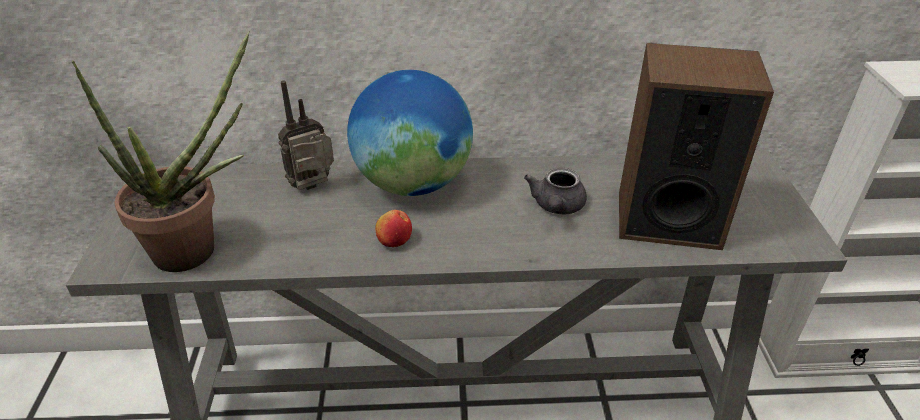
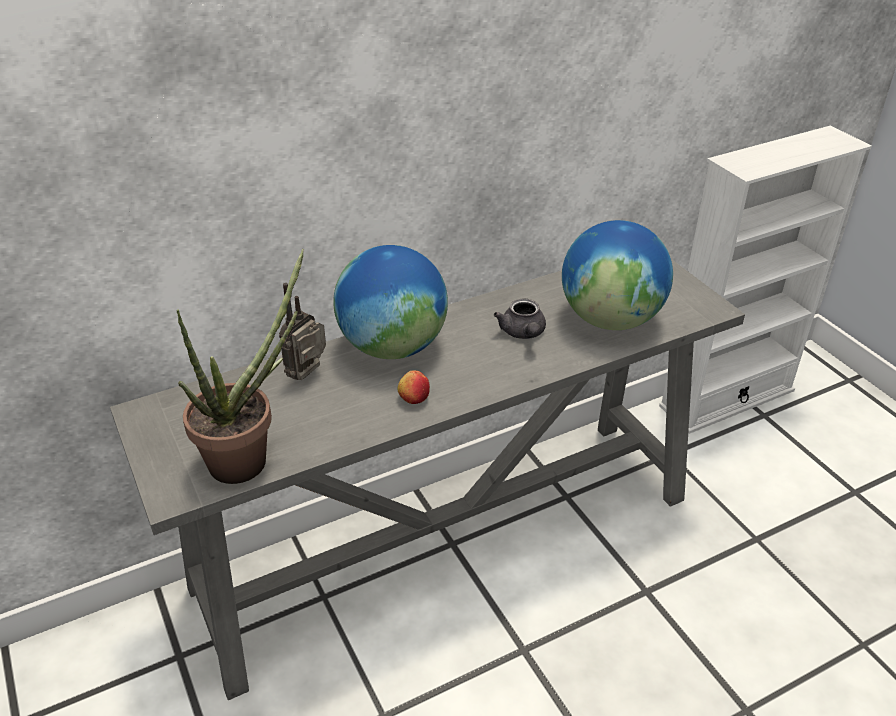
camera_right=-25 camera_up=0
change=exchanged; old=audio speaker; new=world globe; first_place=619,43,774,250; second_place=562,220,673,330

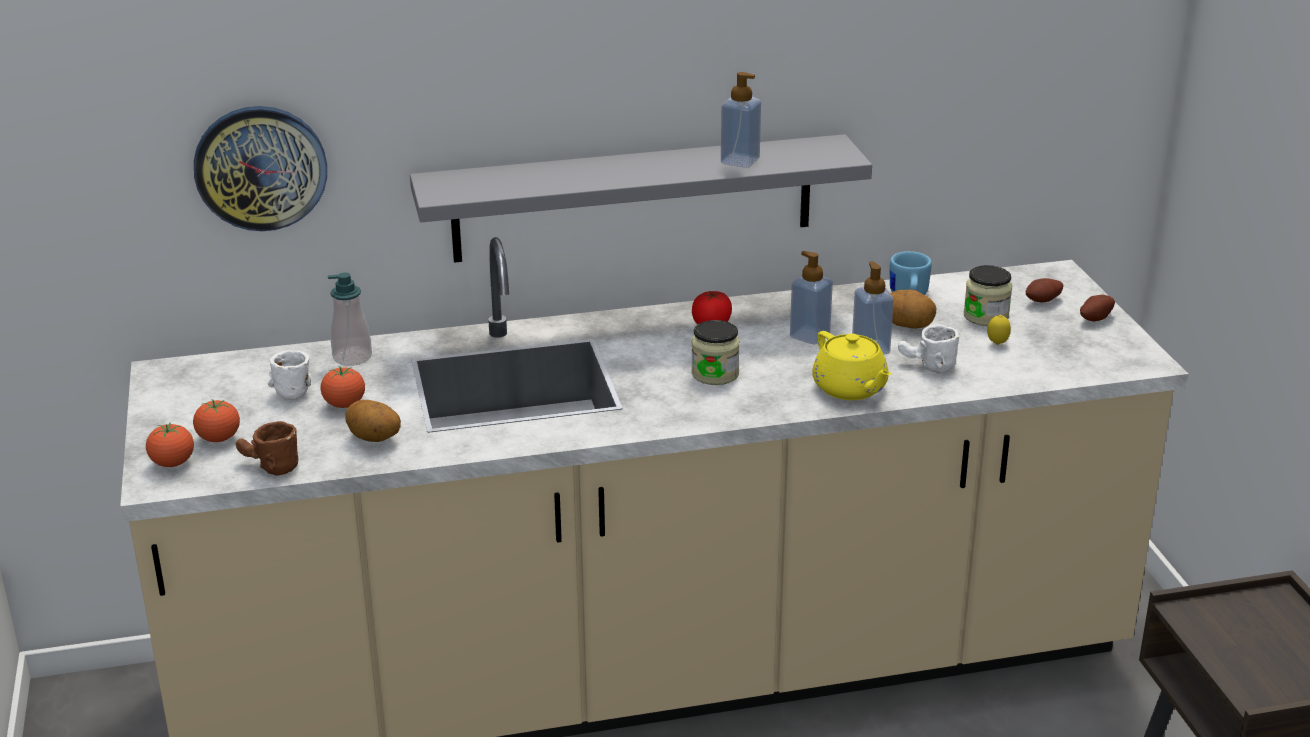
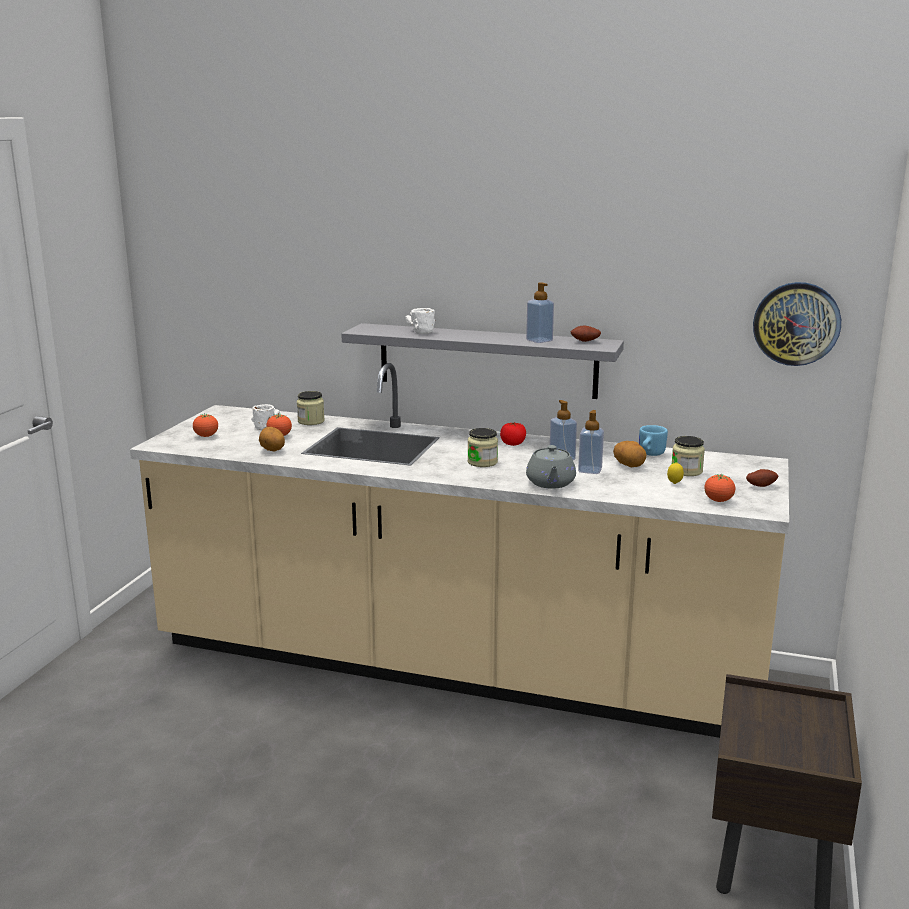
camera_right=30 camera_up=-10
change=missing; old=brown tea mug; first_place=236,421,298,476
change=relocated; old=whole tomato; first_place=146,422,194,467; second_place=704,474,735,502
change=relocated; old=clock on the wall; first_place=194,106,327,231; second_place=753,282,841,366
change=relocated; old=white-coloured tea mug; first_place=898,324,959,373; second_place=405,308,435,334
change=relocated; old=potato; first_place=1026,278,1063,303; second_place=571,326,601,342
change=exchanged; old=soap bottle; new=storage jar; first_place=327,273,372,366; second_place=297,391,325,425
change=colour; old=yellow-coloured teapot; new=gray teapot; first_place=812,331,891,400; second_place=526,445,576,489

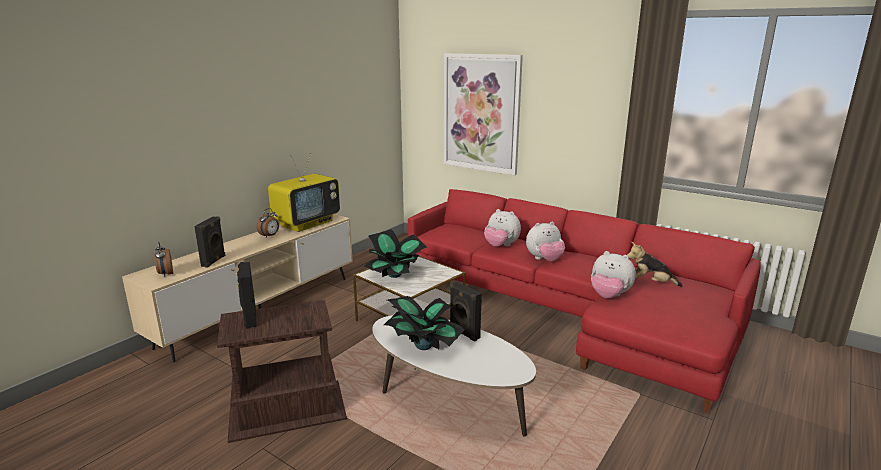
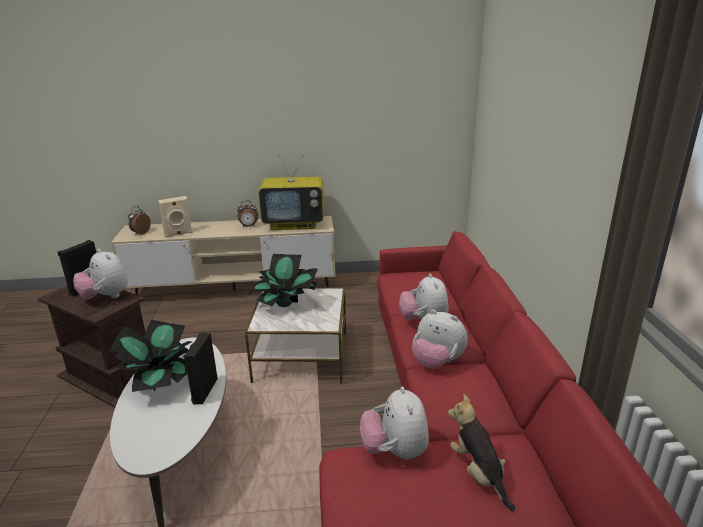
camera_right=50 camera_up=5
change=missing; old=wall art; first_place=444,53,523,175
change=appeared; new=plush toy; second_place=73,249,128,299
change=colour; old=black audio speaker; new=sand-coloured audio speaker; first_place=194,216,225,268; second_place=158,196,192,238

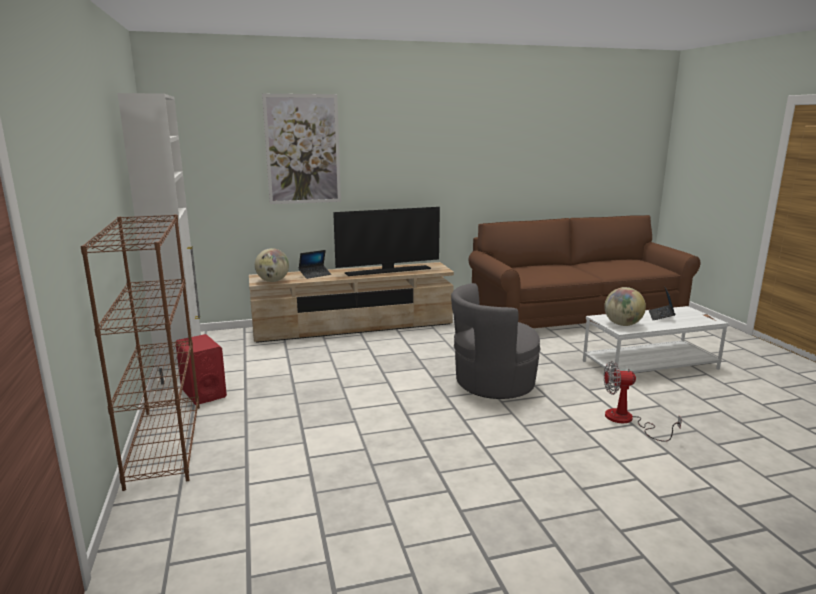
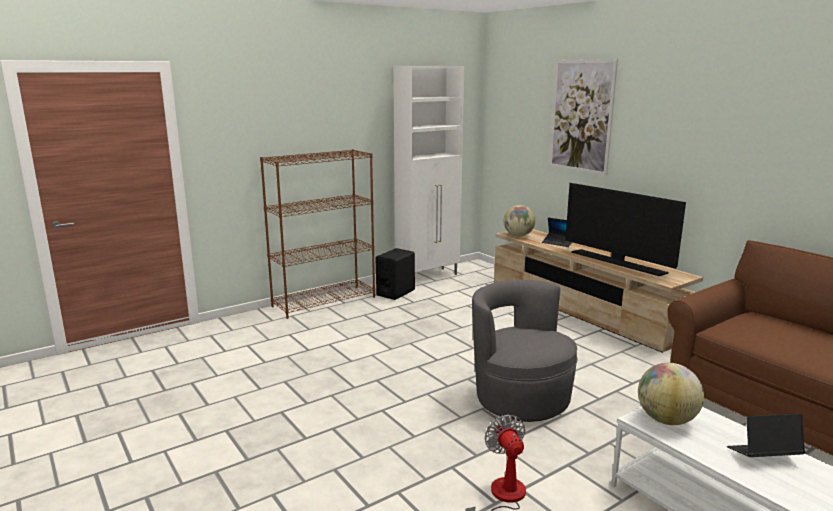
camera_right=70 camera_up=0
change=colour; old=red-coloured audio speaker; new=black audio speaker; first_place=176,334,227,405; second_place=375,248,415,300

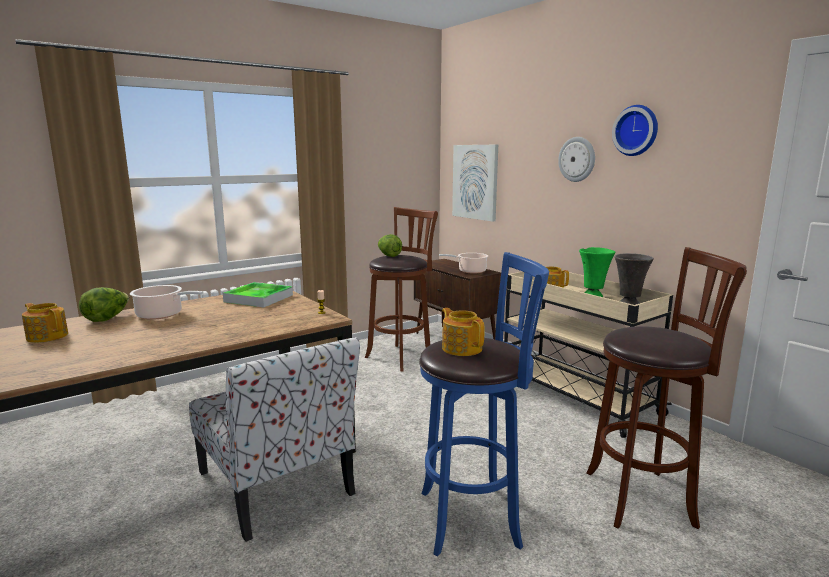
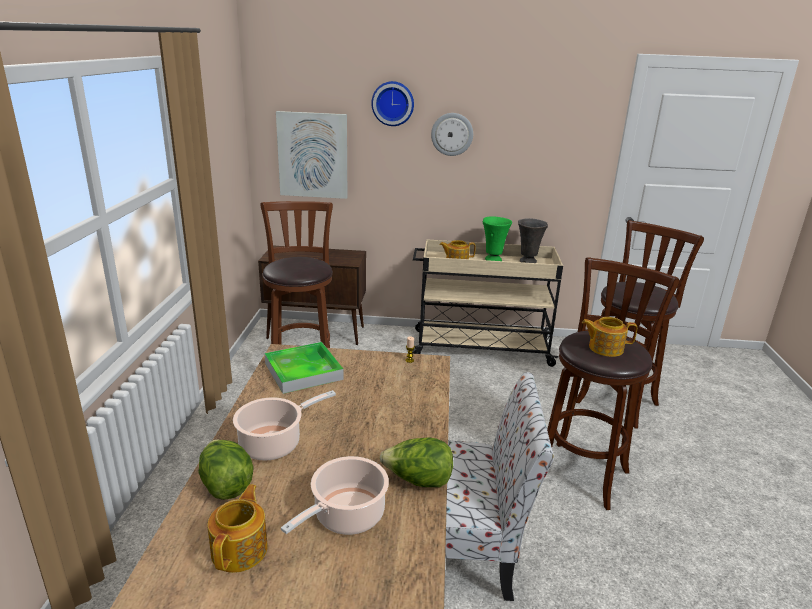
camera_right=-50 camera_up=10
change=relocated; old=lettuce; first_place=378,234,402,257; second_place=380,437,453,487
change=relocated; old=cooking pot; first_place=439,253,488,273; second_place=281,456,389,535
change=relocated; old=clock on the wall; first_place=612,105,658,156; second_place=371,81,414,126
change=colour; old=bluish sitting stool; new=brown sitting stool; first_place=419,252,549,556; second_place=547,257,680,510
change=spun; old=teapot; first_place=22,303,68,343; second_place=207,484,268,573; degrees=120

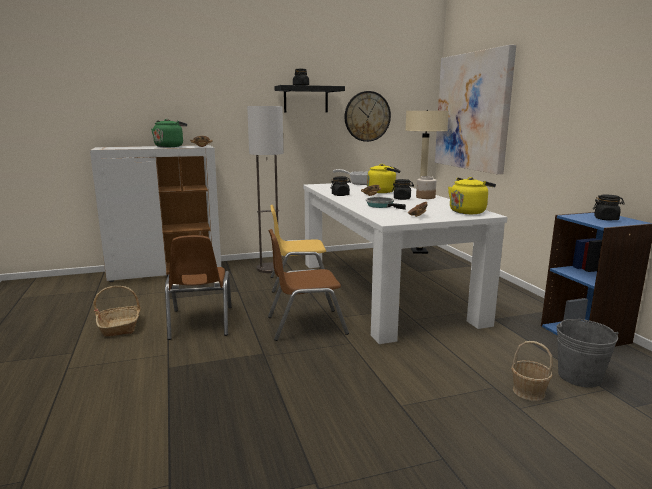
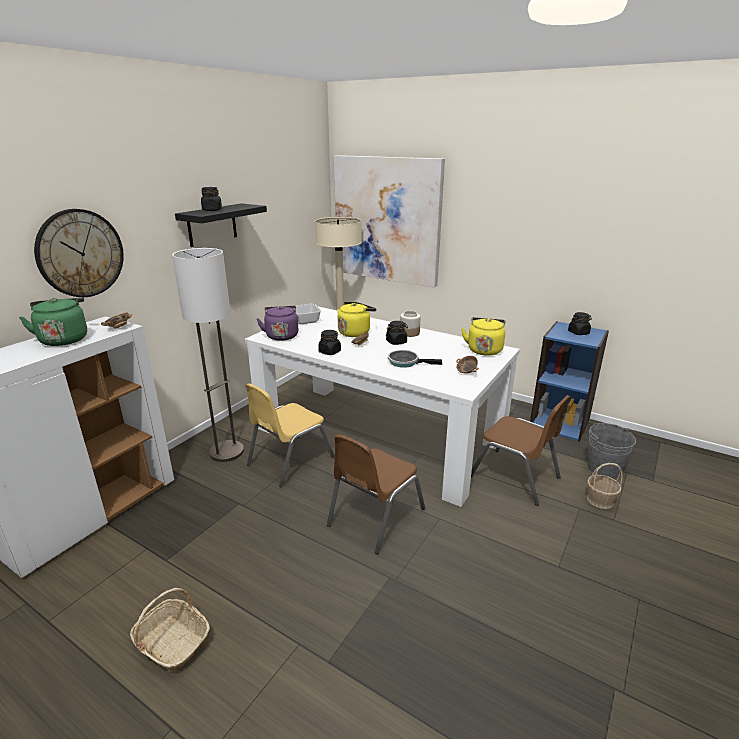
camera_right=-40 camera_up=10
change=appeared; new=purple-coloured tea kettle; second_place=257,306,298,341
change=relocated; old=brown upright chair; first_place=165,235,232,340; second_place=471,395,571,506
change=relocated; old=clock on the wall; first_place=345,91,391,142; second_place=34,209,124,297

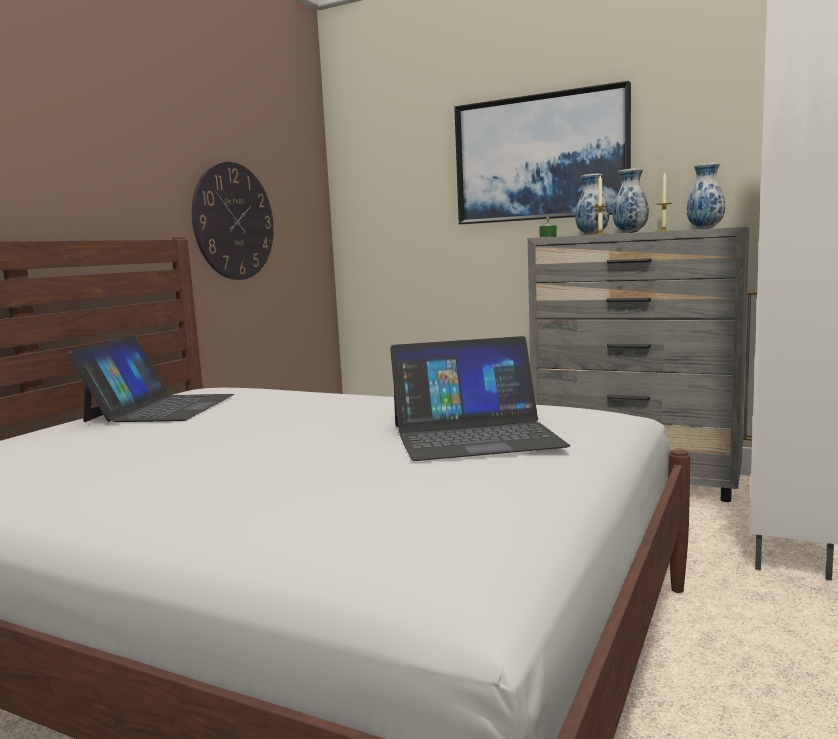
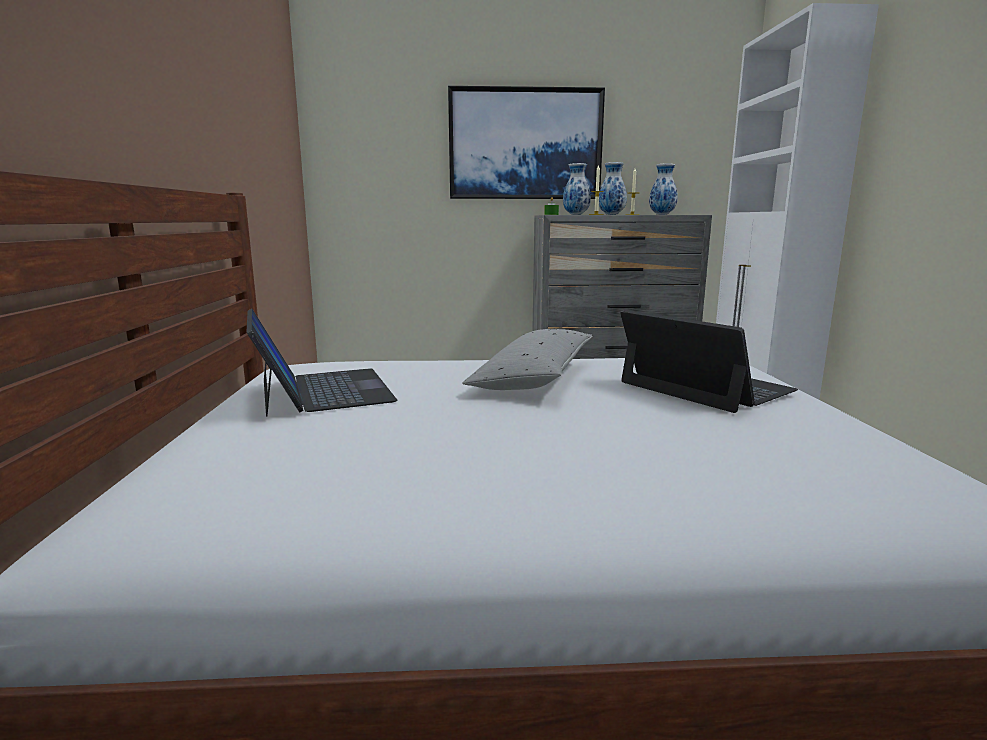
camera_right=-30 camera_up=5
change=missing; old=clock on the wall; first_place=192,162,274,280
change=appeared; new=gray pillow; second_place=463,329,592,390
change=spun; old=portable computer; first_place=390,336,570,461; second_place=620,310,798,413; degrees=-90

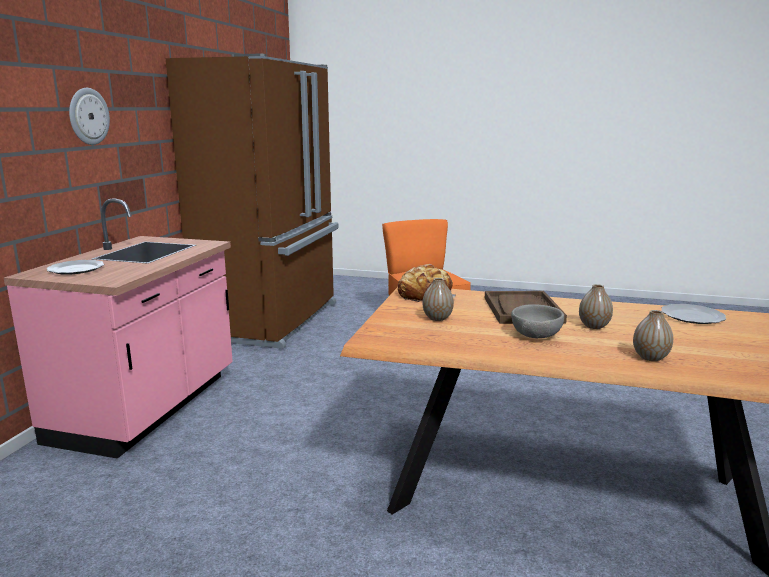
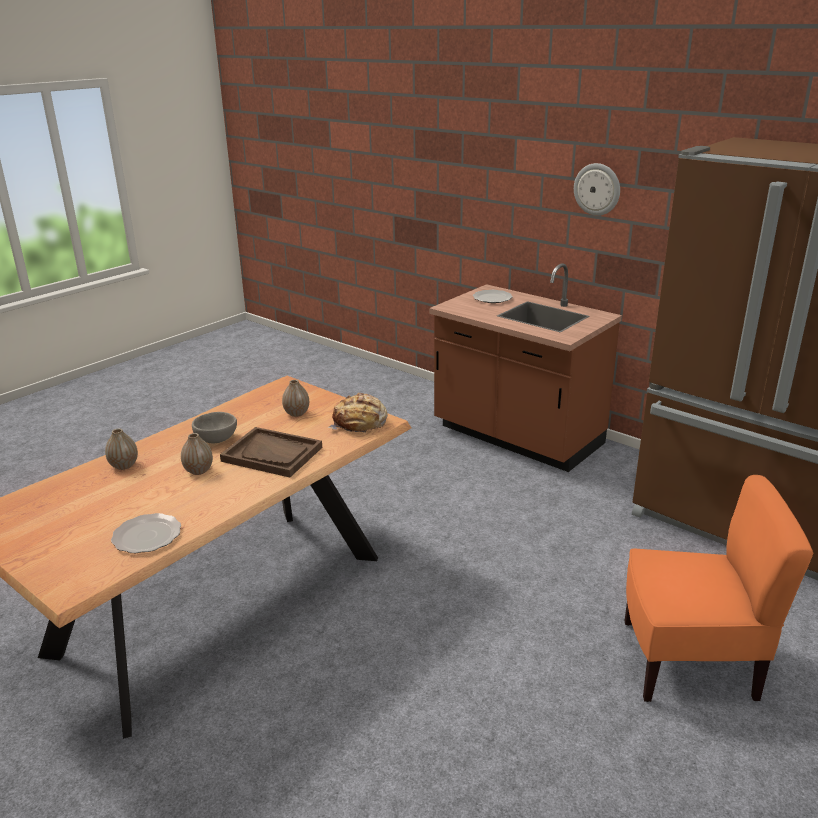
camera_right=115 camera_up=10
change=colour; old=pinkish counter; new=brown counter; first_place=4,198,233,459; second_place=429,263,622,472

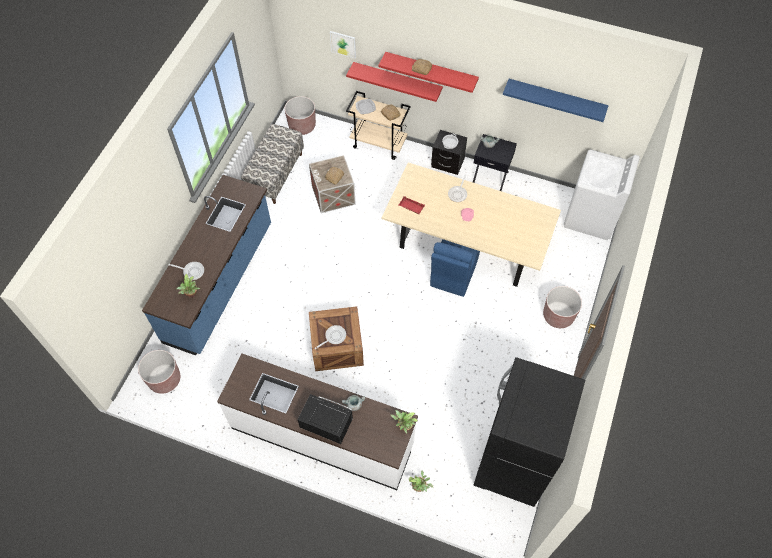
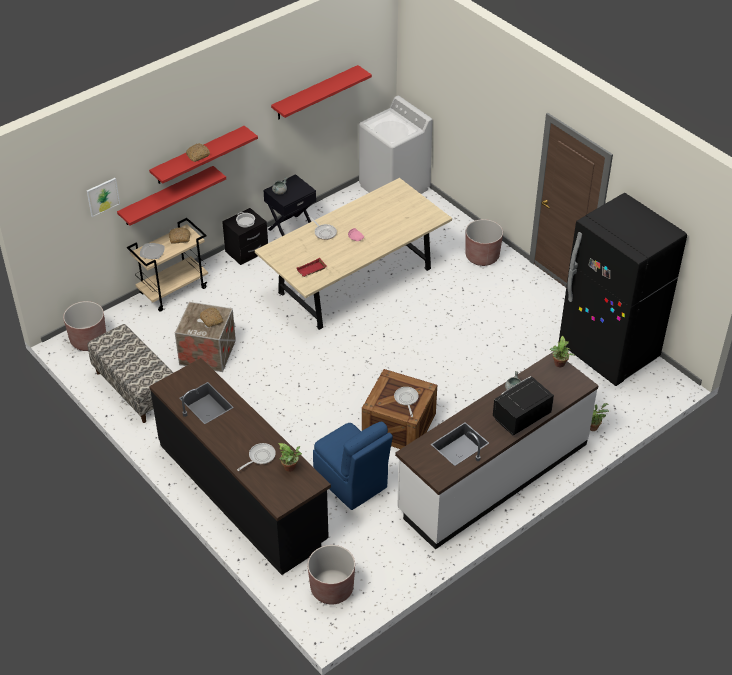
camera_right=-60 camera_up=-15
change=relocated; old=bluish upright chair; first_place=430,239,480,297; second_place=313,422,393,510
change=colour; old=bluish counter; new=black counter; first_place=142,175,271,355; second_place=149,358,331,575
change=colour; old=bluish wall shelf; new=red-coloured wall shelf; first_place=503,79,609,122; second_place=271,65,372,119

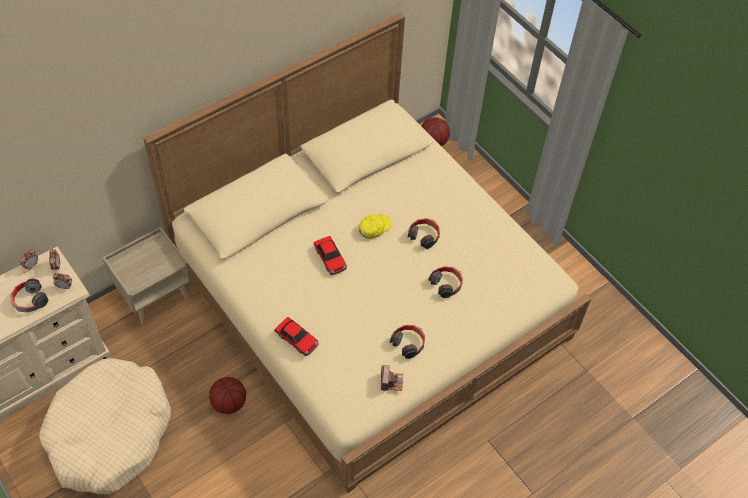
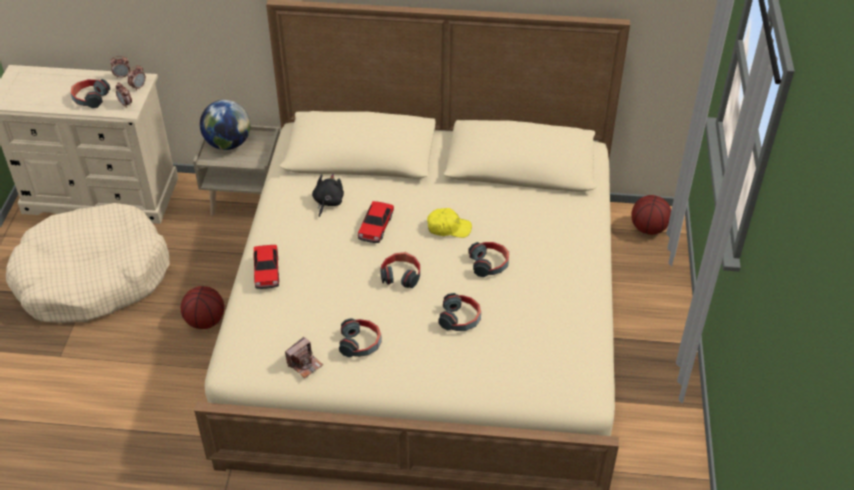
camera_right=45 camera_up=-10
change=appeared; new=world globe; second_place=200,100,251,150
change=appeared; new=black plush toy; second_place=312,174,344,217
change=appeared; new=headset; second_place=380,252,420,288

